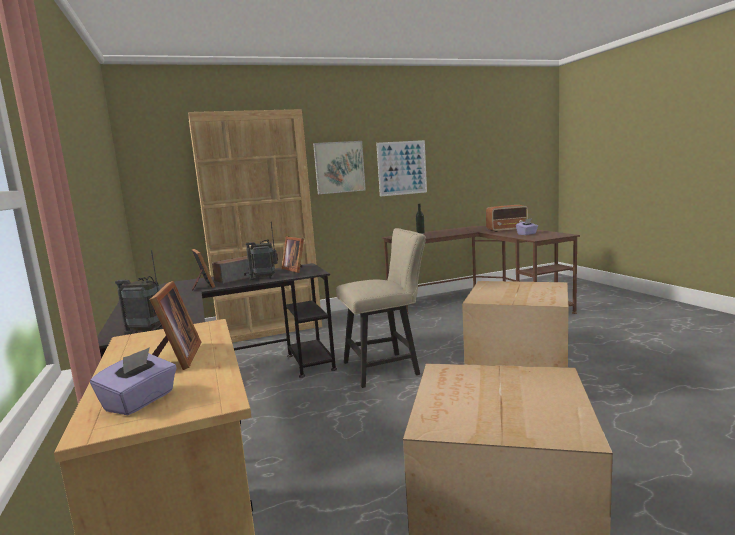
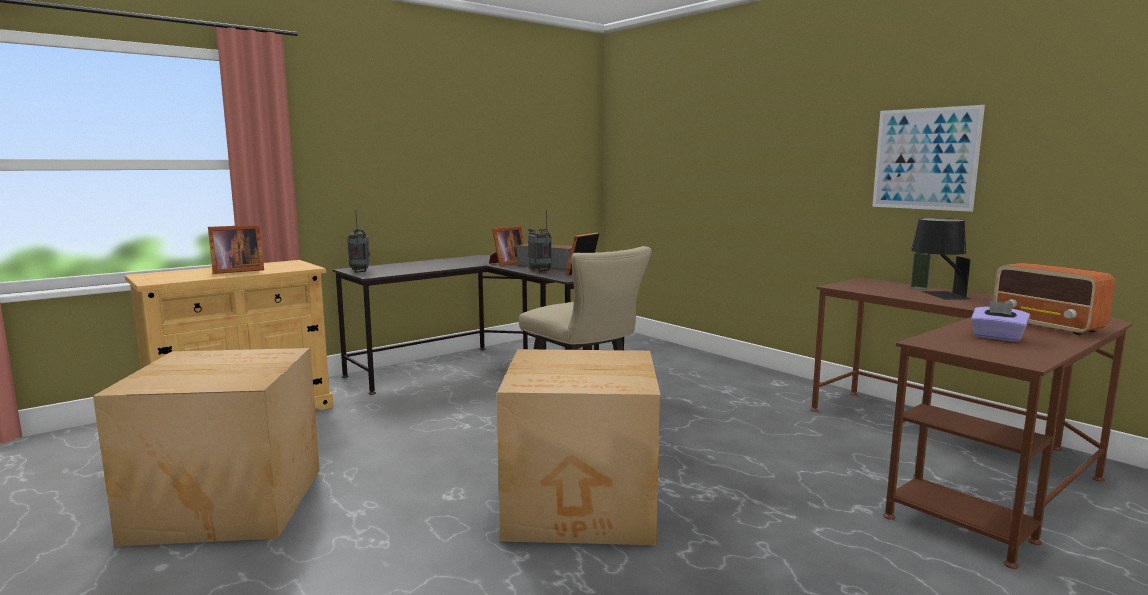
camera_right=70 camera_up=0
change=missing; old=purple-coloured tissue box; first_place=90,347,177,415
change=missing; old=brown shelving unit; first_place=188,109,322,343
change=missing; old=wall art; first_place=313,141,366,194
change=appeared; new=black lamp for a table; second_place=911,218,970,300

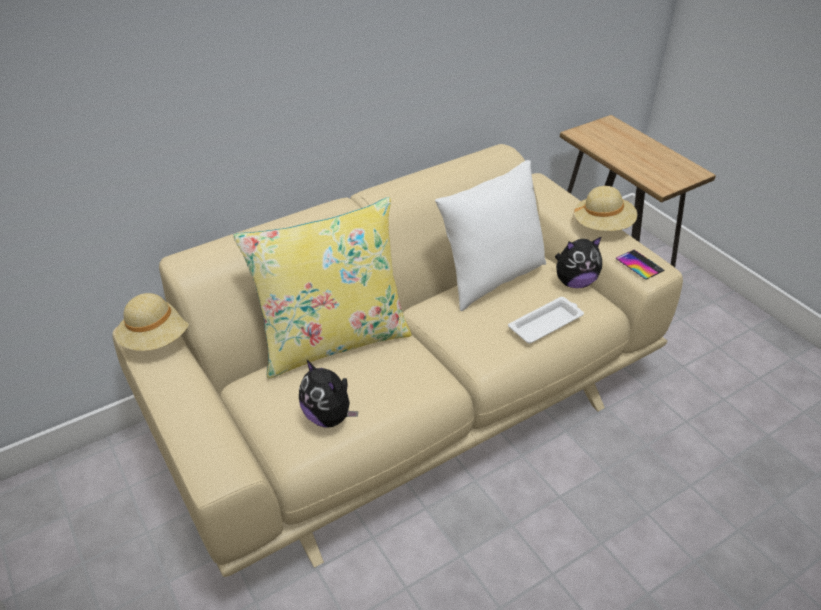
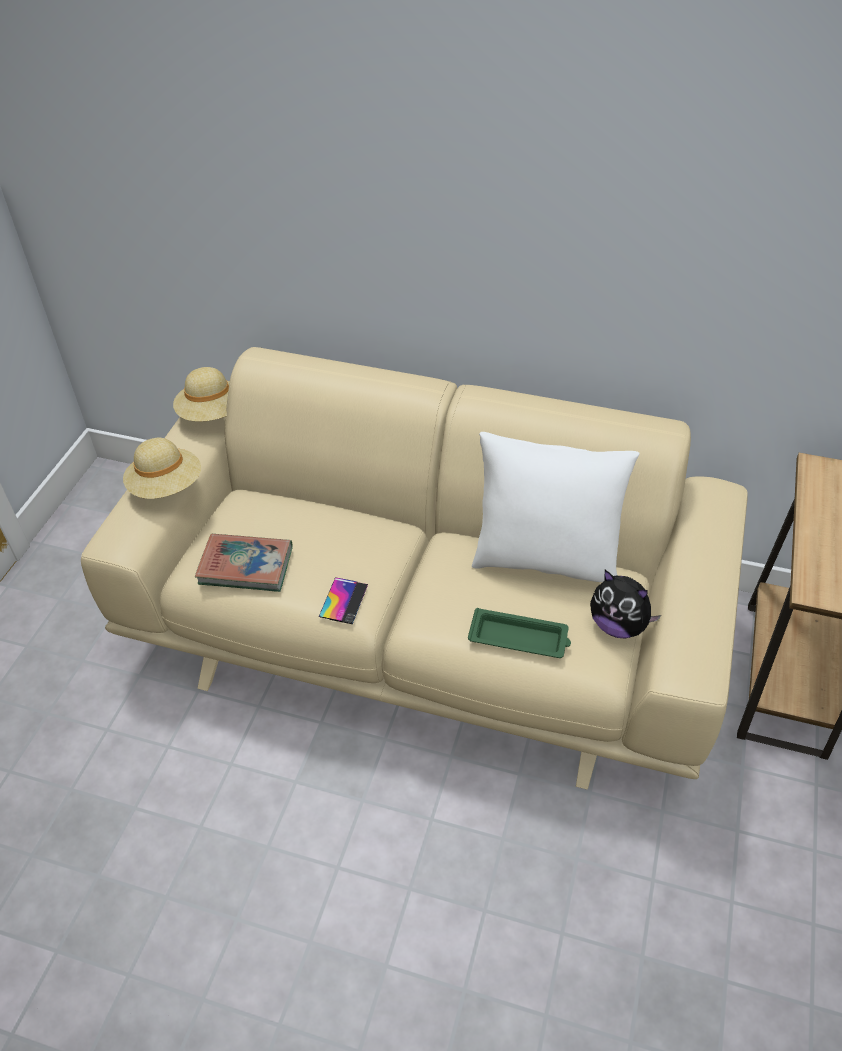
camera_right=50 camera_up=5
change=missing; old=yellow-coloured pillow; first_place=233,197,412,379
change=relocated; old=sand-coloured wearable hat; first_place=572,186,637,231; second_place=123,438,201,499
change=relocated; old=phone; first_place=615,250,665,280; second_place=319,577,368,624
change=exchanged; old=plush toy; new=book; first_place=299,359,358,428; second_place=195,534,293,592
change=colour; old=white-coloured serving tray; new=green serving tray; first_place=508,297,584,344; second_place=468,608,571,658

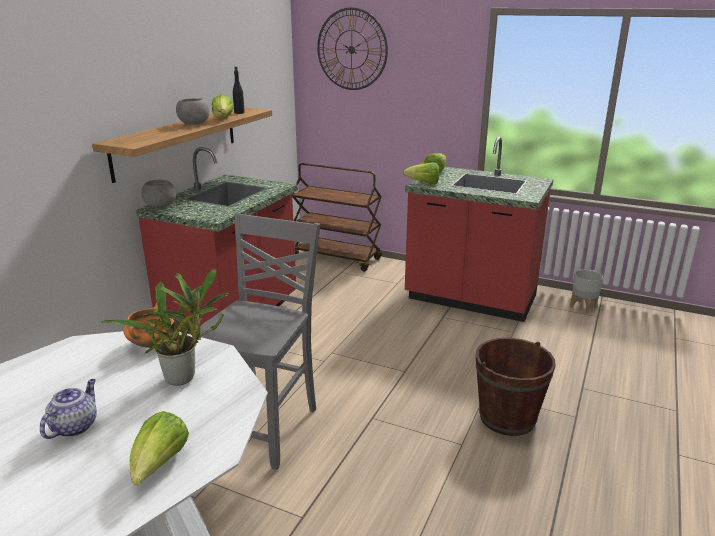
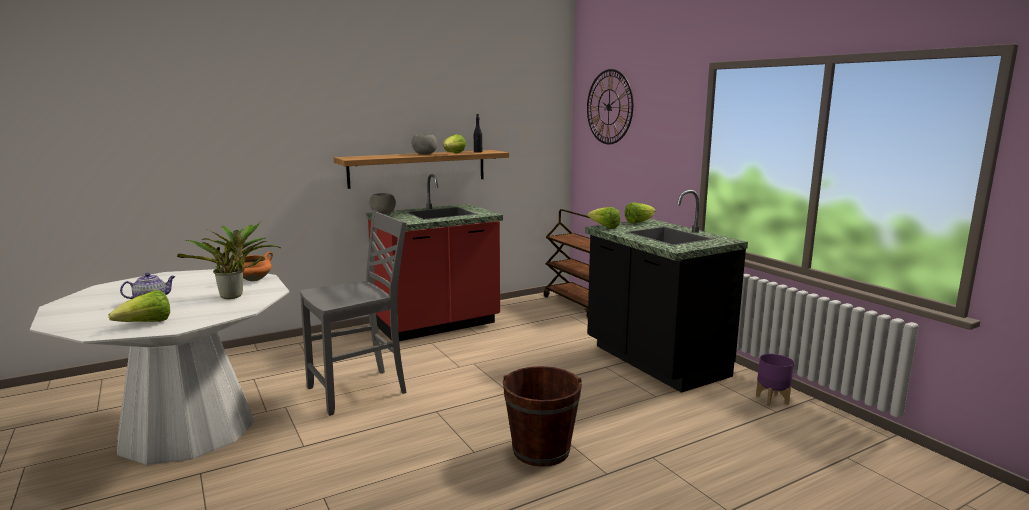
camera_right=35 camera_up=-10
change=colour; old=red-coloured counter; new=black counter; first_place=405,137,553,322; second_place=585,190,748,393
change=colour; old=gray flower pot; new=purple-coloured flower pot; first_place=570,269,603,313; second_place=756,354,794,406

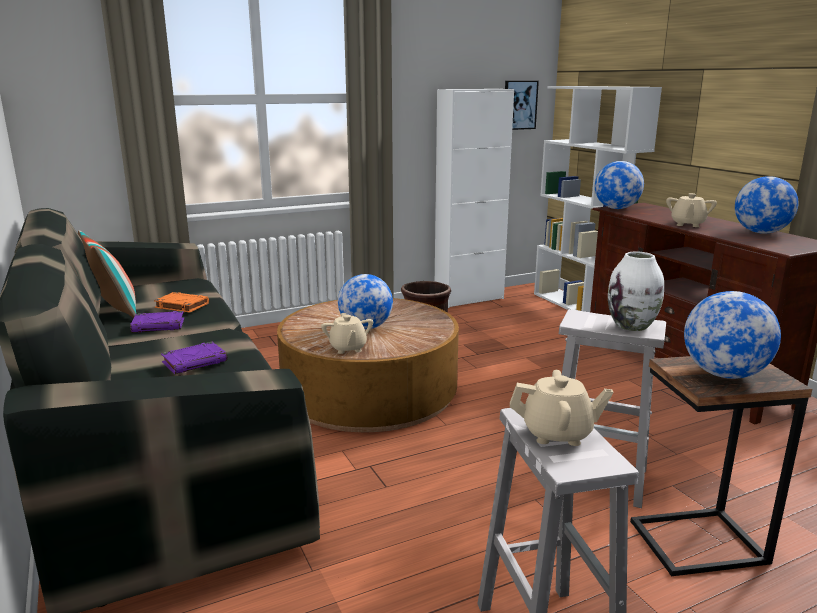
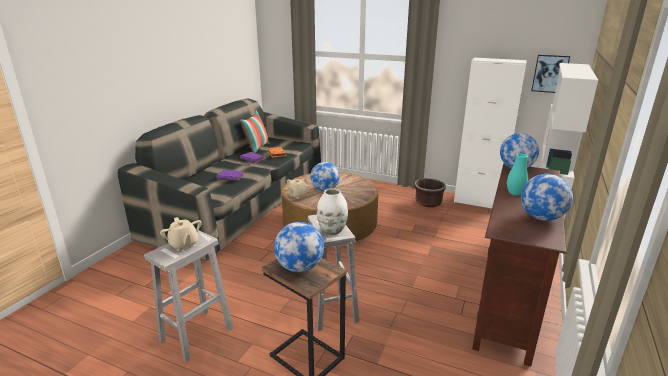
camera_right=50 camera_up=5
change=exchanged; old=sand-coloured teapot; new=blue-green flower vase; first_place=666,193,717,227; second_place=507,154,528,195

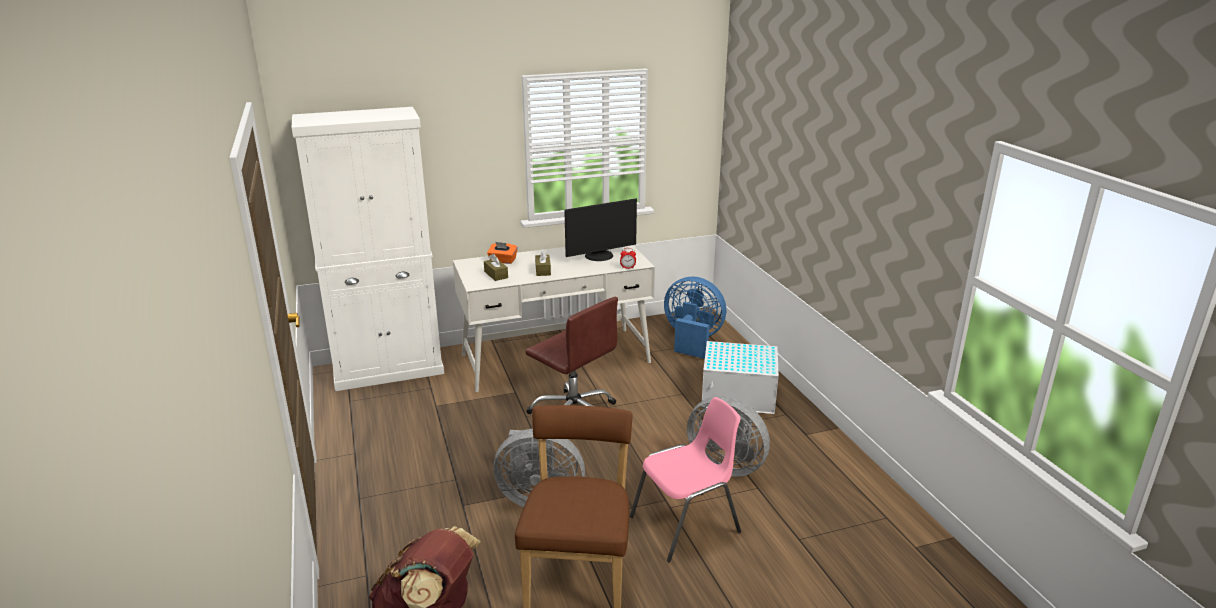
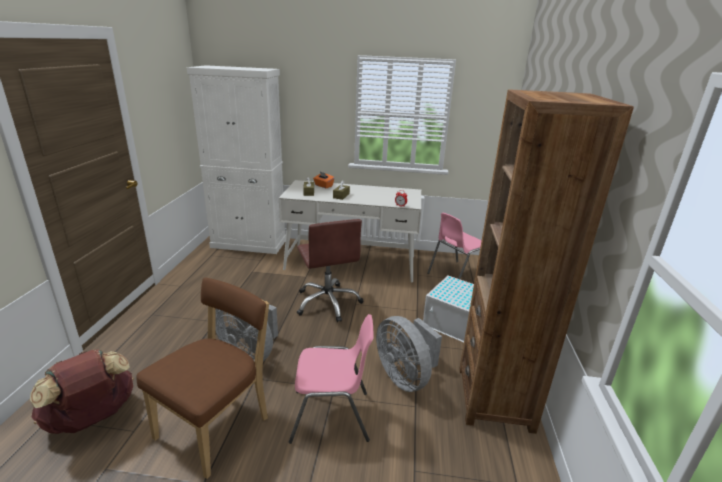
camera_right=25 camera_up=0
change=missing; old=monitor; first_place=564,198,637,261
change=appeared; new=brown shelving unit; second_place=459,89,634,434
change=exchanged; old=bluish electric fan; new=pinkish upright chair; first_place=664,276,726,359; second_place=427,213,482,279

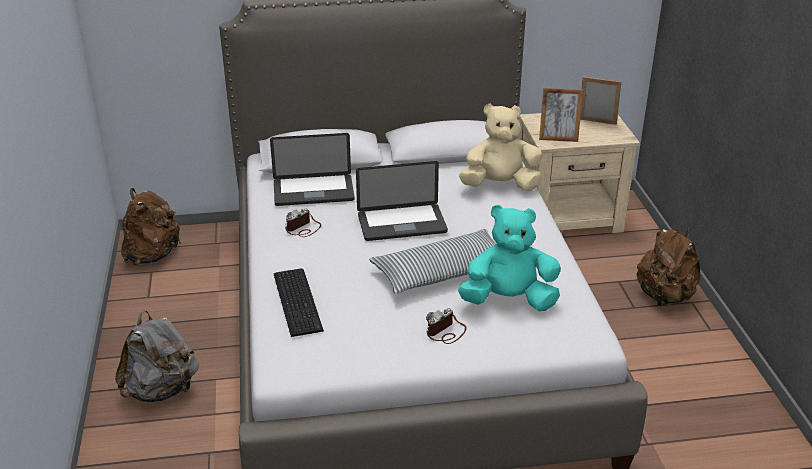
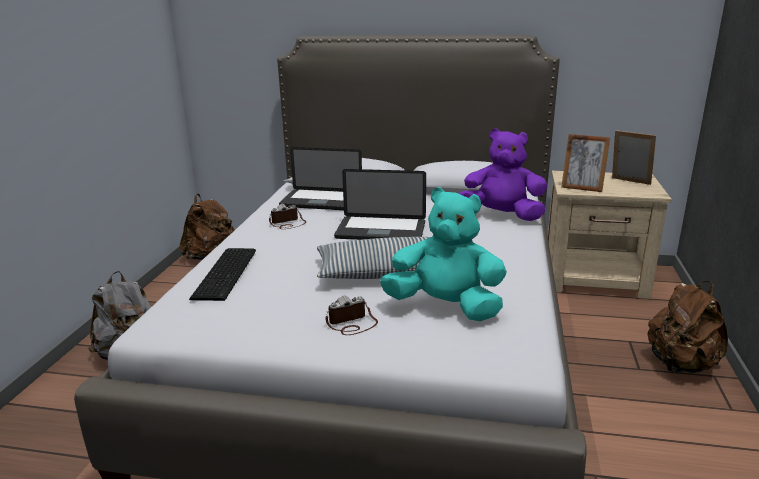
camera_right=20 camera_up=-10
change=colour; old=sand-coloured plush toy; new=purple-coloured plush toy; first_place=459,104,542,191; second_place=458,128,547,221

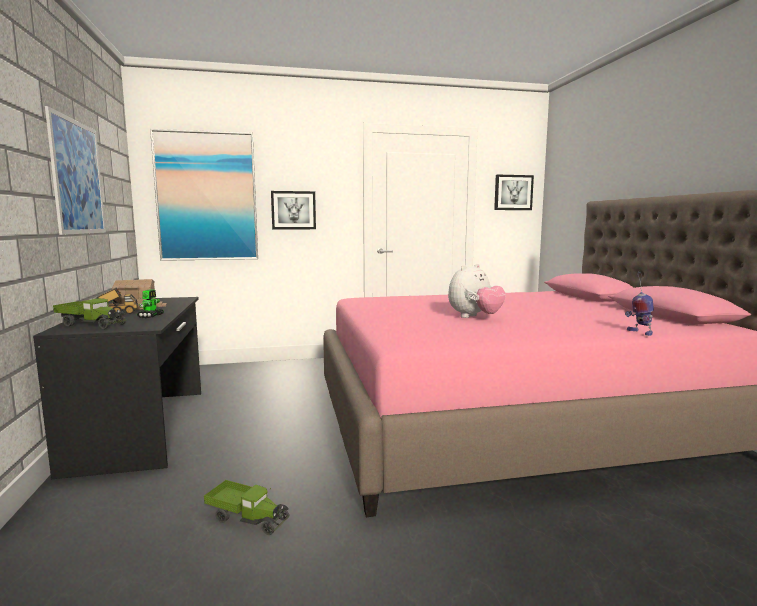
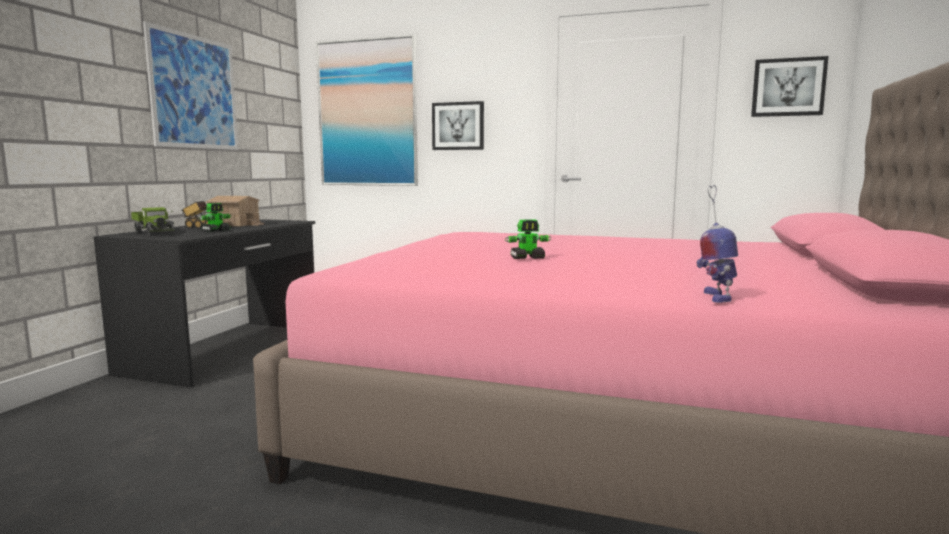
camera_right=30 camera_up=0
change=missing; old=model truck; first_place=204,480,290,535
change=exchanged; old=plush toy; new=toy robot; first_place=448,264,506,318; second_place=505,219,552,259

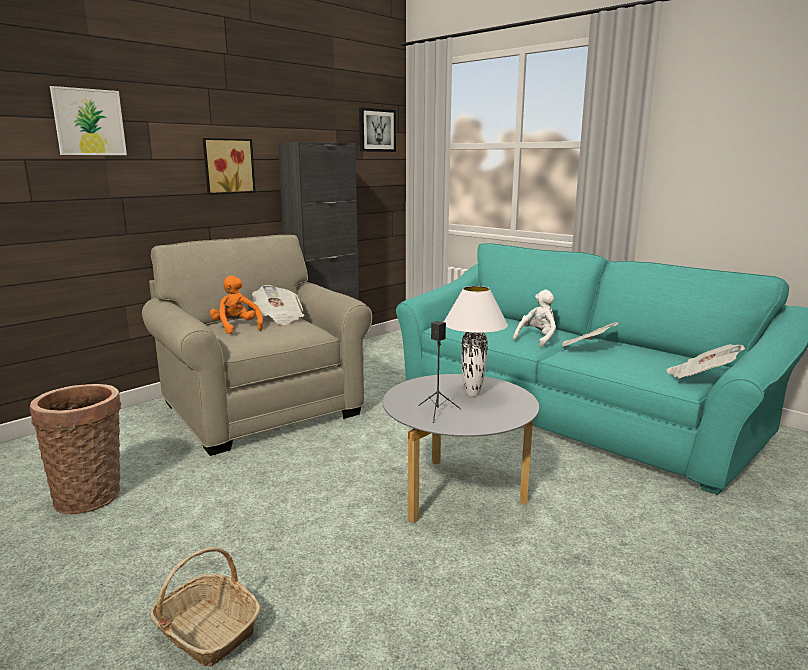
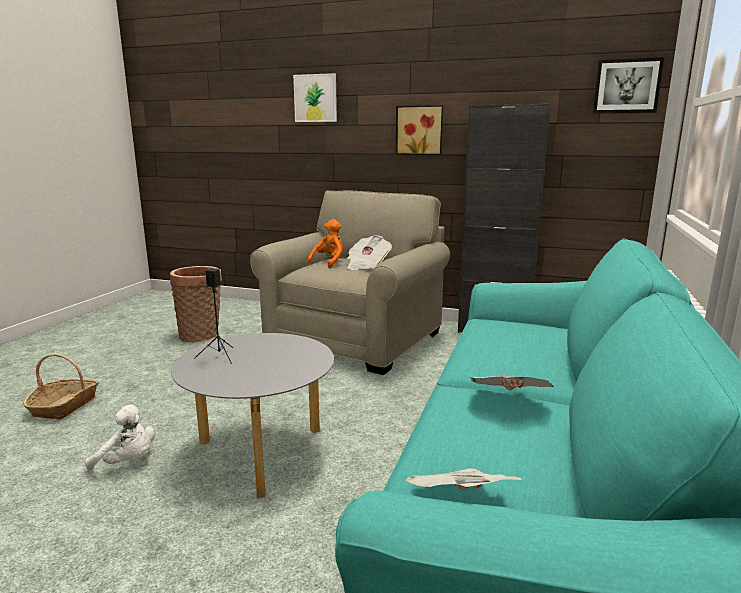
camera_right=65 camera_up=0
change=missing; old=white-coloured lamp for a table; first_place=444,286,508,397
change=relocated; old=white-coloured plush toy; first_place=513,290,556,348; second_place=85,405,155,470

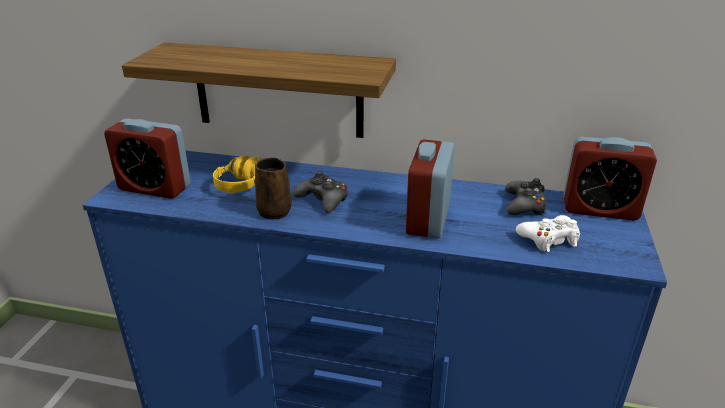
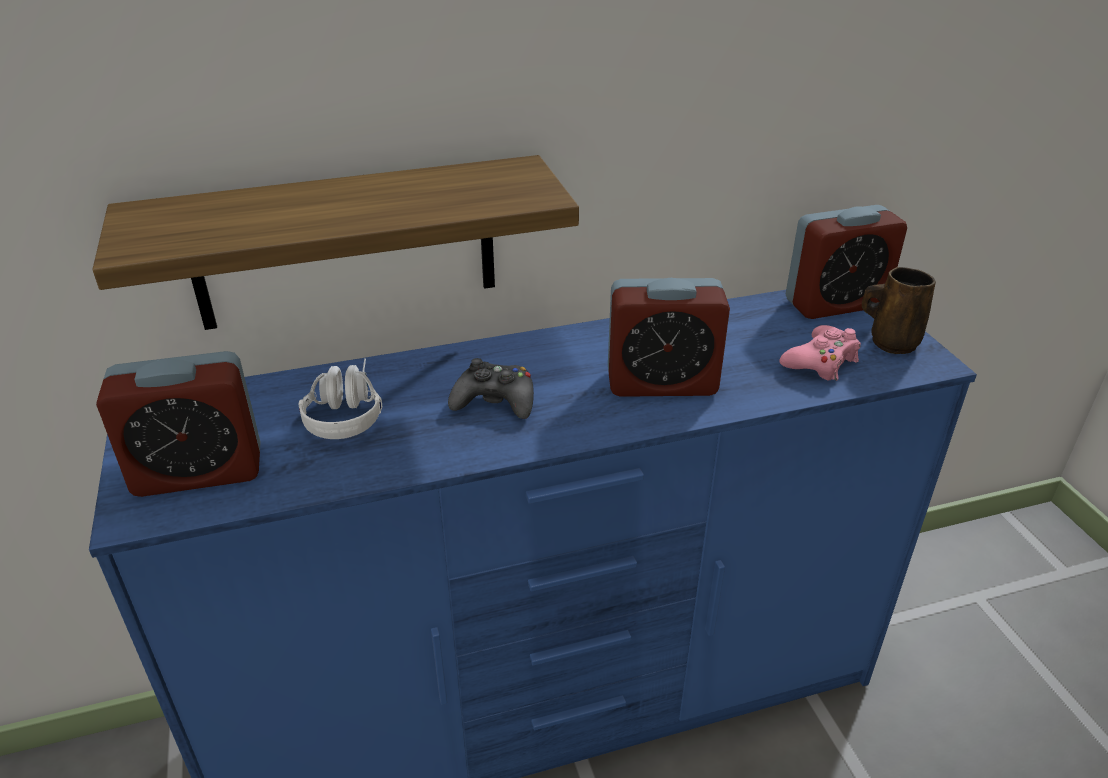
camera_right=-30 camera_up=5
change=missing; old=black joypad; first_place=505,178,547,215
change=relocated; old=brown tea mug; first_place=255,157,292,219; second_place=862,267,936,354
change=colour; old=yellow-coloured headset; new=white-coloured headset; first_place=213,155,260,193; second_place=298,358,382,439
change=colour; old=white-coloured joypad; new=pinkish joypad; first_place=516,215,580,252; second_place=780,325,861,381
change=spun; old=bedside clock; first_place=406,139,455,239; second_place=608,278,730,397; degrees=-75

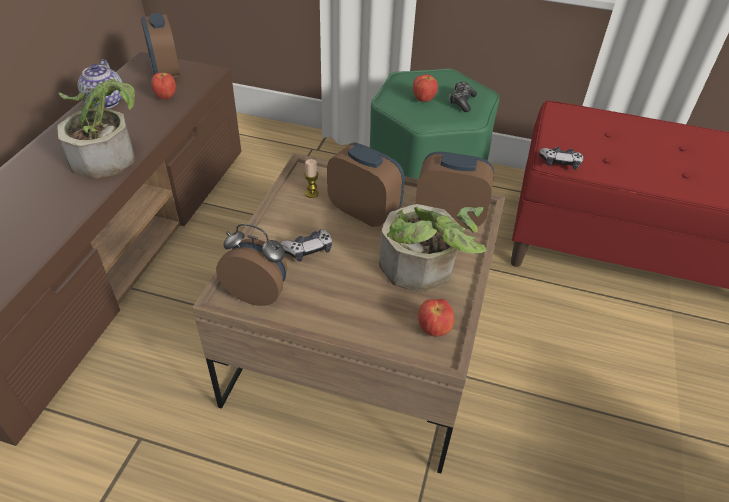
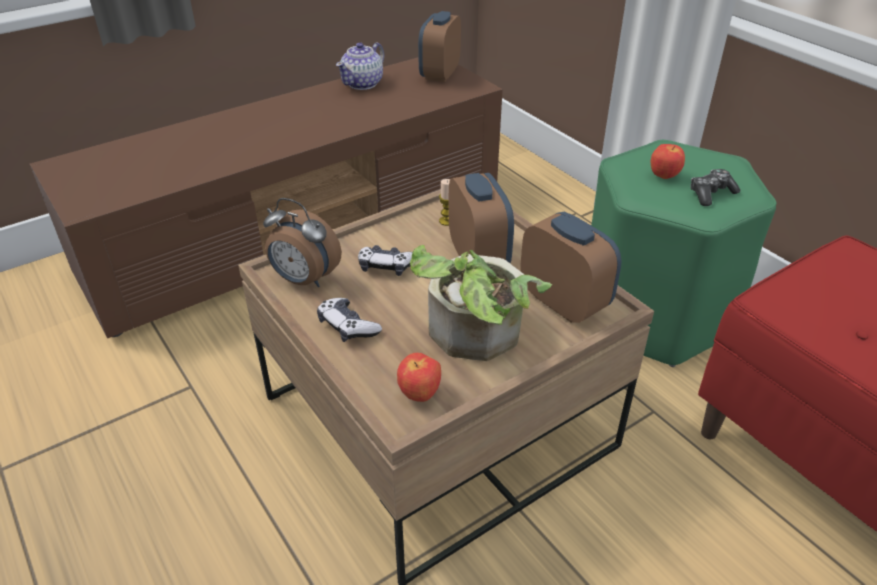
camera_right=40 camera_up=-5
change=missing; old=plant in a pot; first_place=57,79,135,179
change=missing; old=whole apple; first_place=151,72,176,99
change=relocated; old=joypad; first_place=539,147,583,170; second_place=317,298,382,342
change=spun; old=bedside clock; first_place=216,223,287,306; second_place=263,198,342,287; degrees=150

